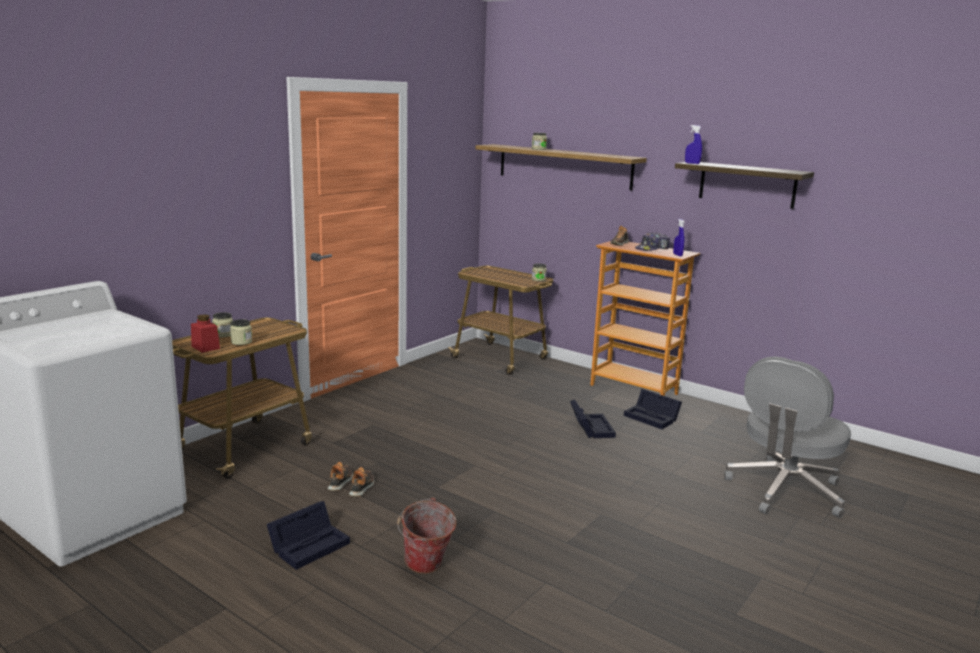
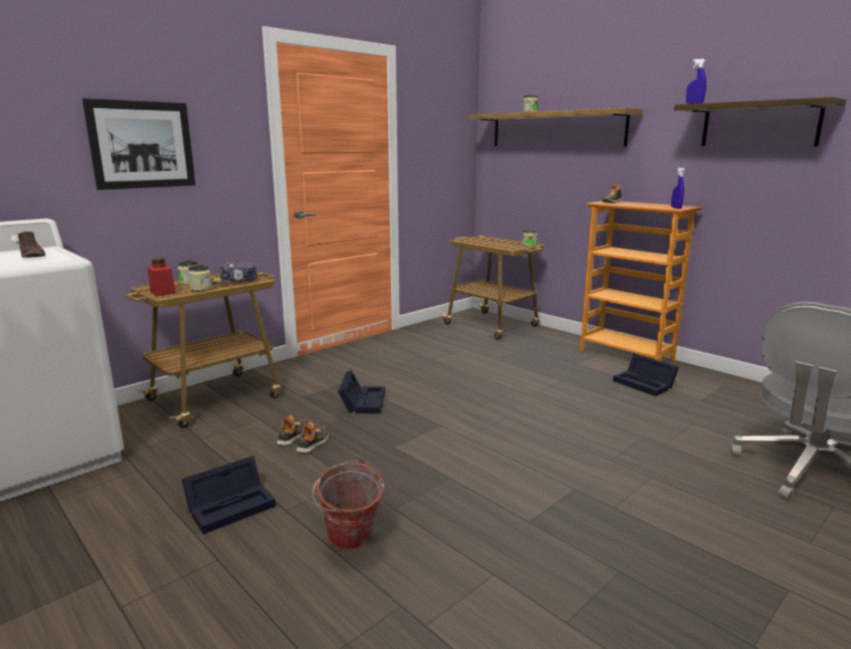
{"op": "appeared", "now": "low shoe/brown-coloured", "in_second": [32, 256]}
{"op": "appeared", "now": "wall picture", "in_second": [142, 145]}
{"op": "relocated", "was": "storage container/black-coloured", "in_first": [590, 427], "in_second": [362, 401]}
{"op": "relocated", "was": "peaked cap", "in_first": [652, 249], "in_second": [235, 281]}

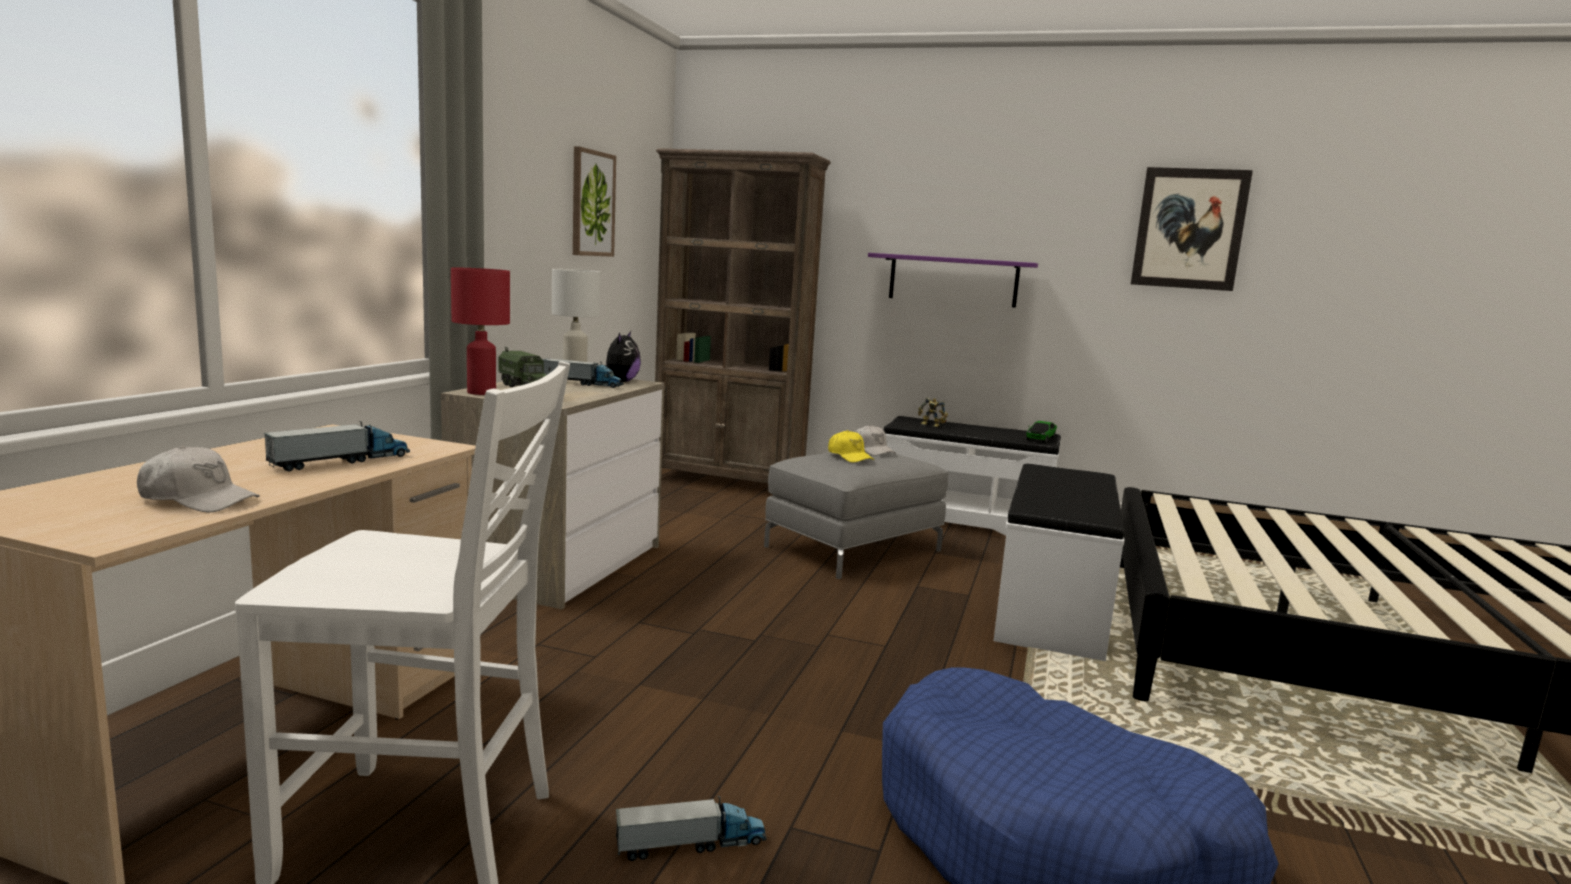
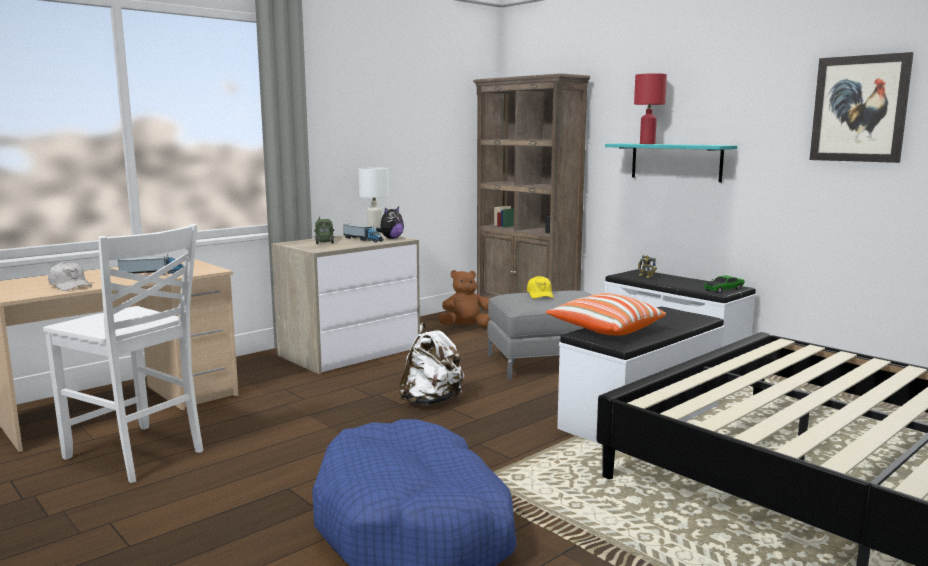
{"op": "missing", "was": "wall picture", "in_first": [592, 204]}
{"op": "missing", "was": "model truck", "in_first": [691, 844]}
{"op": "missing", "was": "peaked cap/whitish", "in_first": [872, 450]}
{"op": "appeared", "now": "backpack/whitish", "in_second": [431, 401]}
{"op": "appeared", "now": "plush toy/brown-coloured", "in_second": [466, 327]}
{"op": "appeared", "now": "pillow", "in_second": [605, 329]}
{"op": "relocated", "was": "lamp for a table/reddish", "in_first": [482, 392], "in_second": [648, 144]}
{"op": "colour", "was": "bracket shelf/purple-coloured", "now": "bracket shelf/blue-green", "in_first": [953, 280], "in_second": [676, 162]}

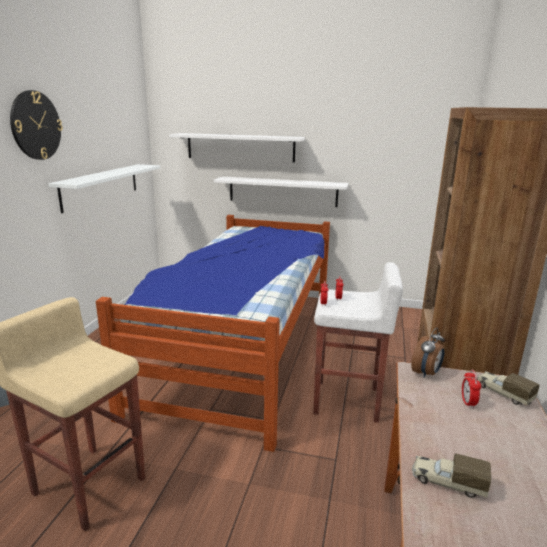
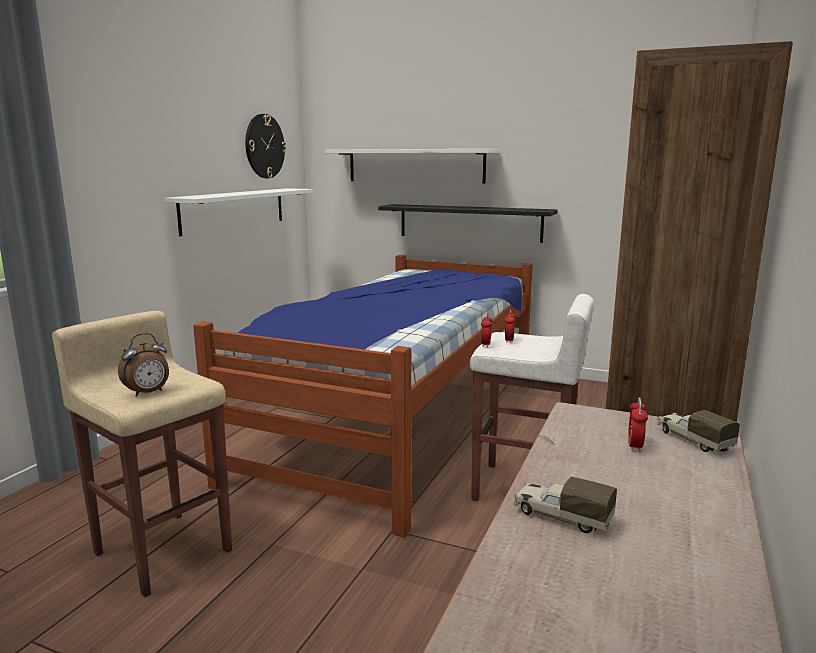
{"op": "relocated", "was": "clock on the wall", "in_first": [36, 125], "in_second": [264, 146]}
{"op": "relocated", "was": "alarm clock", "in_first": [426, 373], "in_second": [148, 393]}
{"op": "colour", "was": "bracket shelf/whitish", "now": "bracket shelf/black-coloured", "in_first": [282, 191], "in_second": [469, 222]}

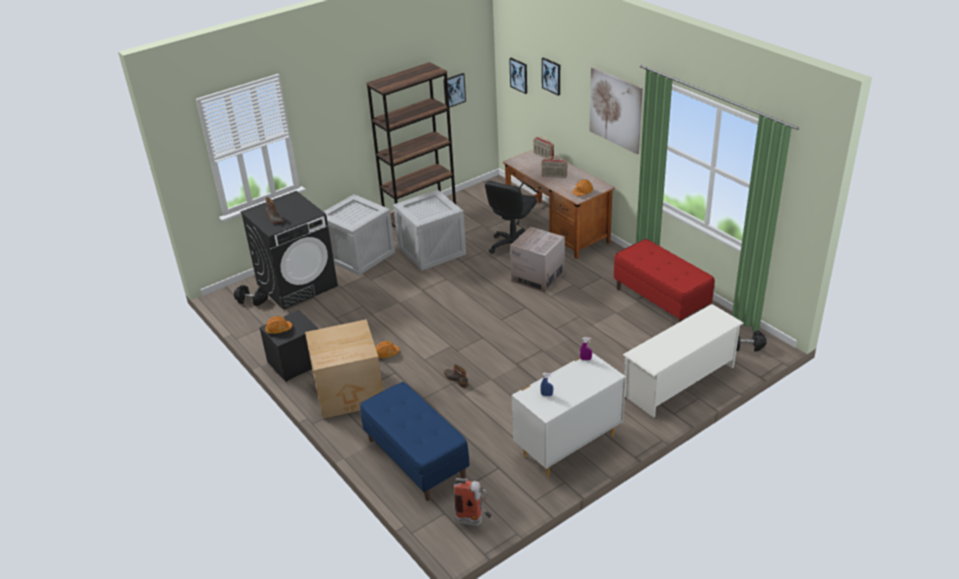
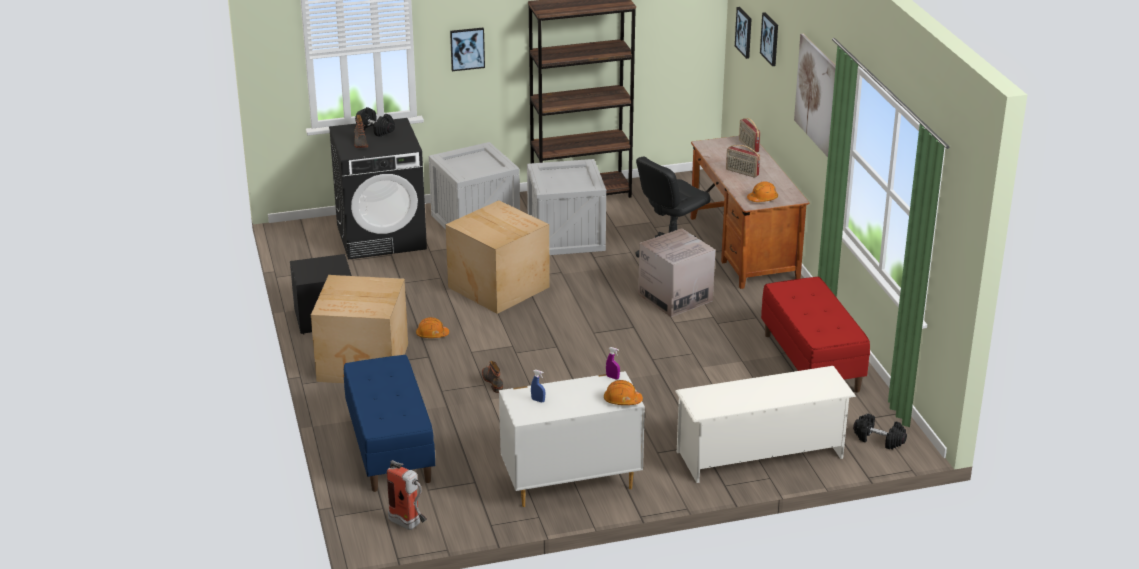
{"op": "appeared", "now": "packing box", "in_second": [498, 286]}
{"op": "relocated", "was": "hand weight/black-coloured", "in_first": [251, 300], "in_second": [375, 130]}
{"op": "relocated", "was": "work helmet/orangey", "in_first": [278, 329], "in_second": [622, 400]}
{"op": "relocated", "was": "wall picture", "in_first": [454, 90], "in_second": [467, 48]}

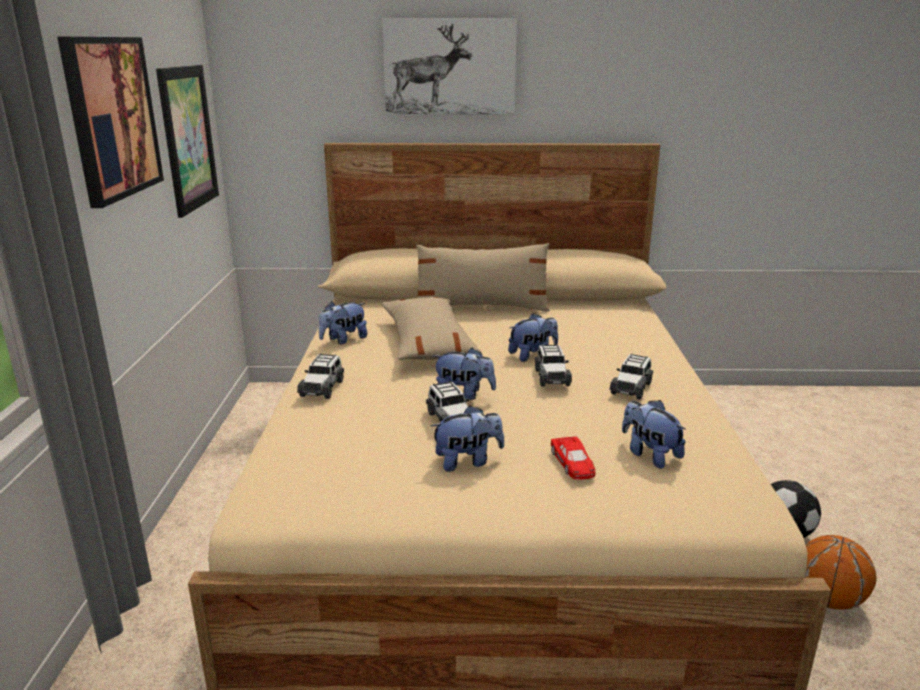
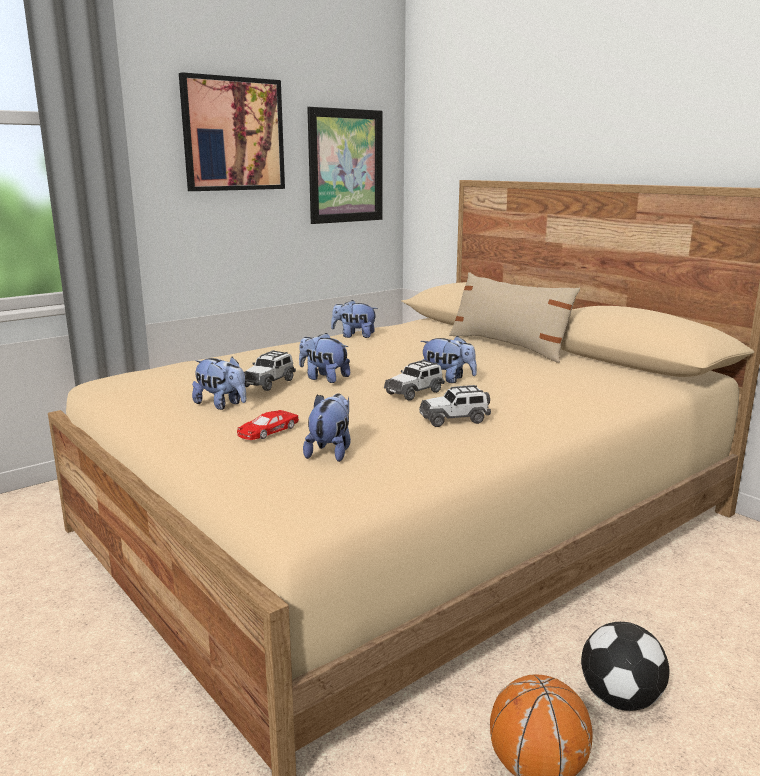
{"op": "missing", "was": "model car", "in_first": [322, 388]}
{"op": "missing", "was": "wall picture", "in_first": [450, 67]}
{"op": "missing", "was": "pillow/beige", "in_first": [427, 342]}
{"op": "spun", "was": "plush toy", "in_first": [464, 394], "in_second": [324, 378], "clockwise": 150}

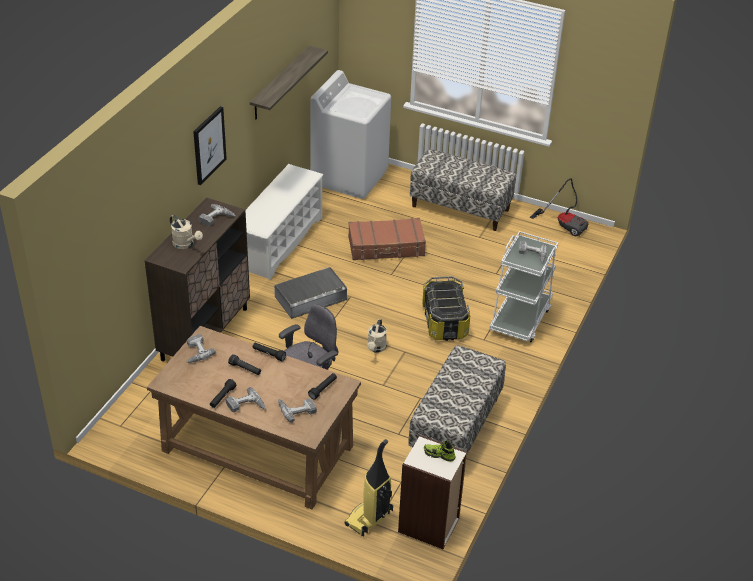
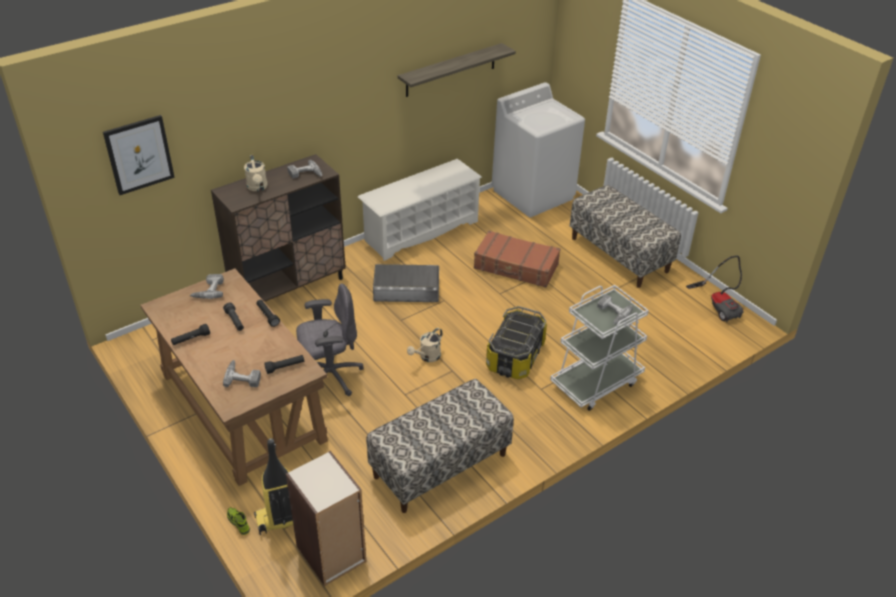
{"op": "missing", "was": "power drill", "in_first": [246, 406]}
{"op": "relocated", "was": "wall picture", "in_first": [209, 145], "in_second": [139, 154]}
{"op": "relocated", "was": "low shoe", "in_first": [439, 455], "in_second": [238, 523]}

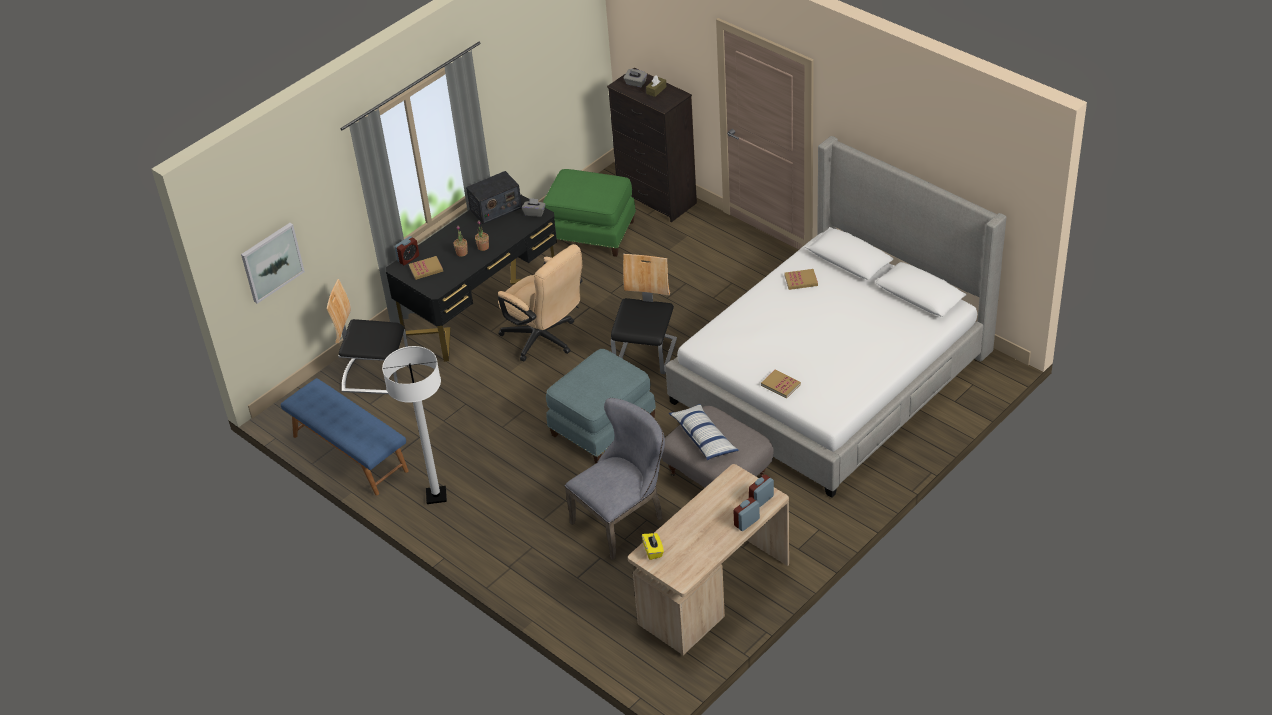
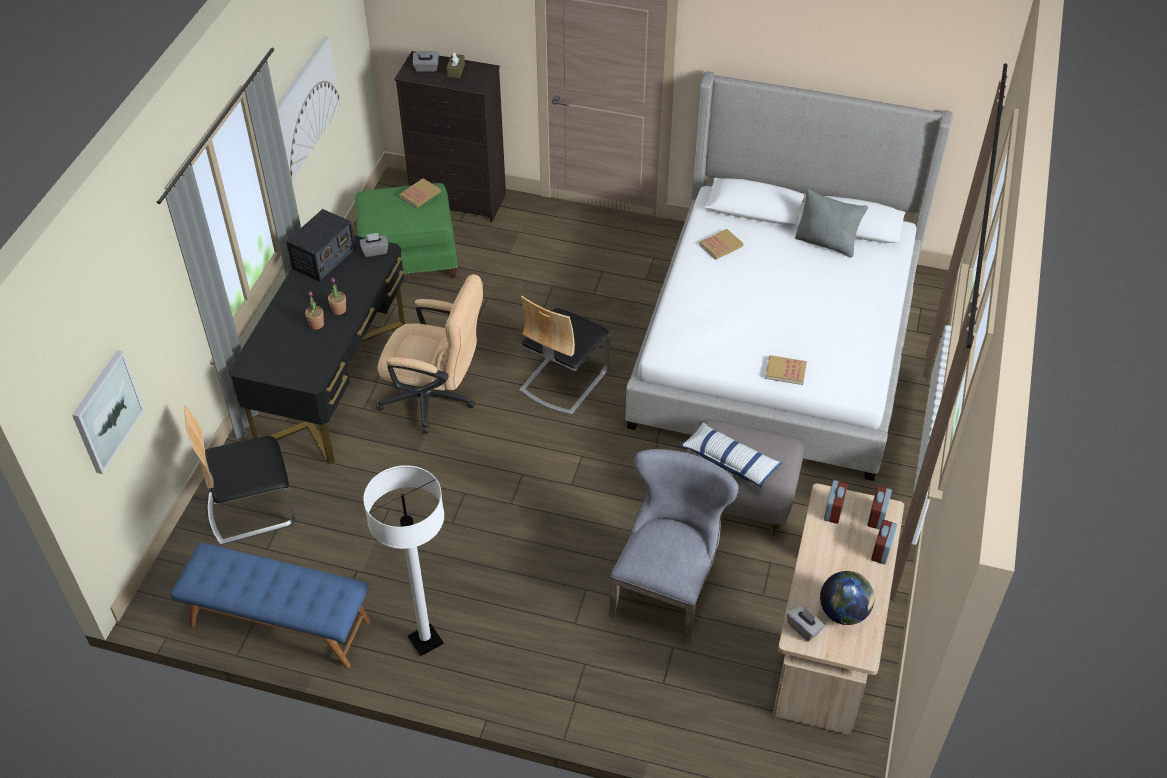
{"op": "missing", "was": "footrest/bluish", "in_first": [602, 425]}
{"op": "appeared", "now": "wall picture", "in_second": [305, 107]}
{"op": "appeared", "now": "pillow/greyish", "in_second": [827, 243]}
{"op": "appeared", "now": "globe", "in_second": [843, 612]}
{"op": "relocated", "was": "alarm clock", "in_first": [408, 258], "in_second": [833, 511]}
{"op": "relocated", "was": "bound book", "in_first": [426, 269], "in_second": [420, 194]}
{"op": "colour", "was": "tissue holder/yellow-coloured", "now": "tissue holder/greyish", "in_first": [653, 551], "in_second": [804, 628]}
{"op": "spun", "was": "plain chair", "in_first": [646, 354], "in_second": [563, 380], "clockwise": -135}

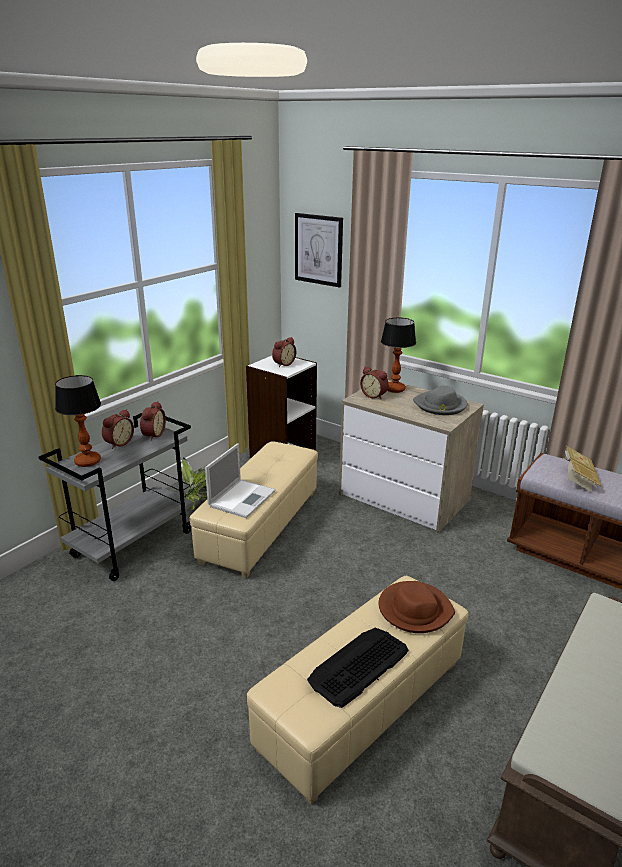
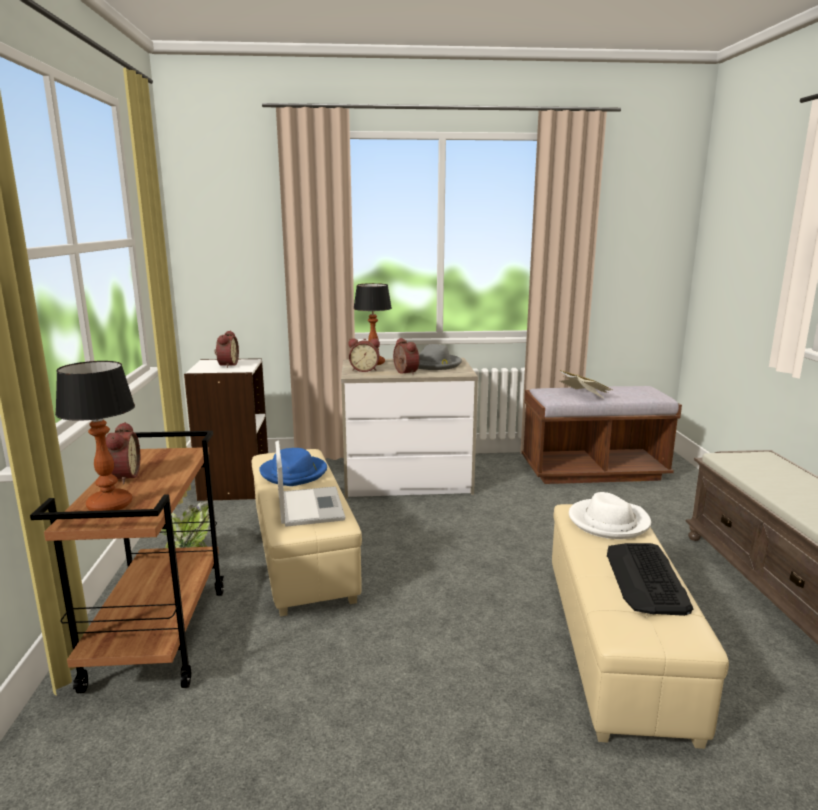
{"op": "missing", "was": "wall picture", "in_first": [318, 249]}
{"op": "appeared", "now": "hat/bluish", "in_second": [294, 473]}
{"op": "relocated", "was": "alarm clock", "in_first": [152, 435], "in_second": [404, 372]}
{"op": "colour", "was": "cart/greyish", "now": "cart/brown-coloured", "in_first": [134, 543], "in_second": [158, 636]}
{"op": "colour", "was": "hat/brown-coloured", "now": "hat/whitish", "in_first": [414, 610], "in_second": [608, 522]}

